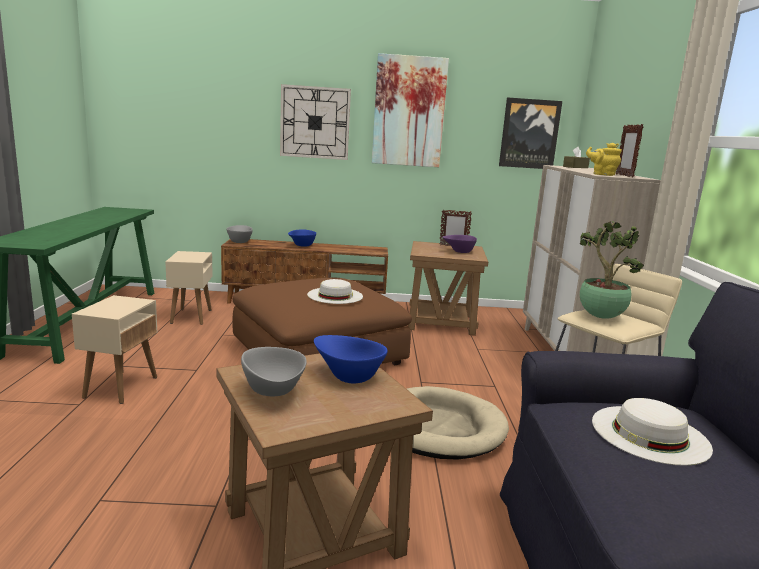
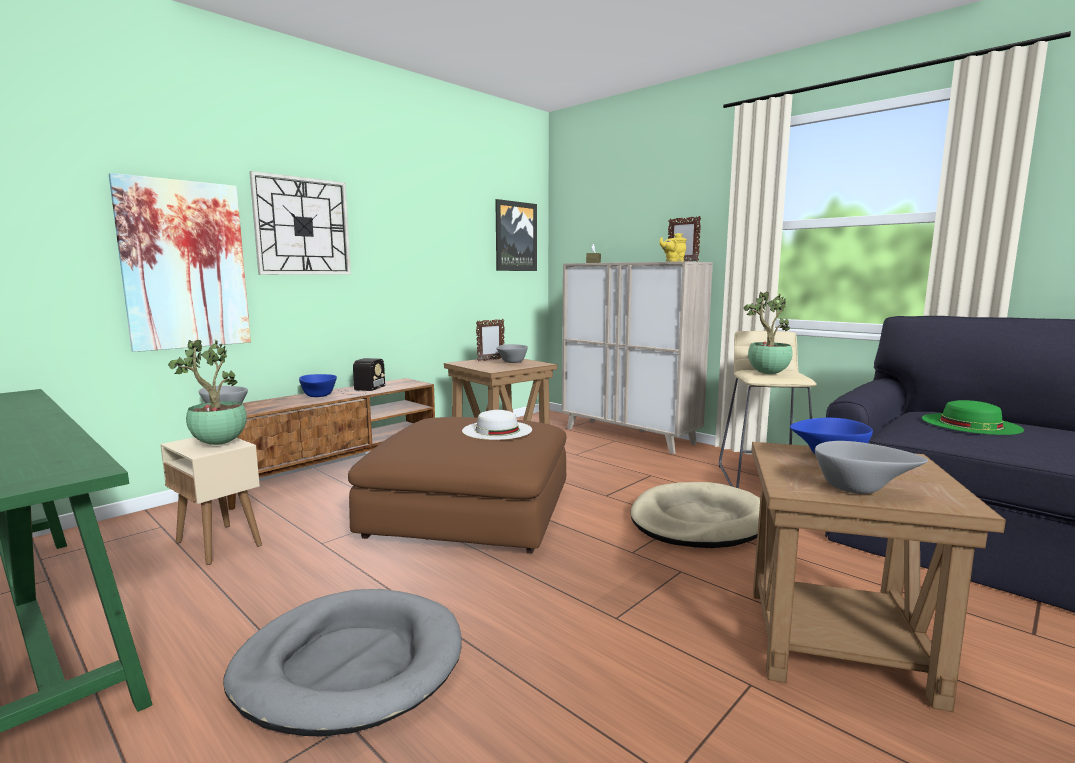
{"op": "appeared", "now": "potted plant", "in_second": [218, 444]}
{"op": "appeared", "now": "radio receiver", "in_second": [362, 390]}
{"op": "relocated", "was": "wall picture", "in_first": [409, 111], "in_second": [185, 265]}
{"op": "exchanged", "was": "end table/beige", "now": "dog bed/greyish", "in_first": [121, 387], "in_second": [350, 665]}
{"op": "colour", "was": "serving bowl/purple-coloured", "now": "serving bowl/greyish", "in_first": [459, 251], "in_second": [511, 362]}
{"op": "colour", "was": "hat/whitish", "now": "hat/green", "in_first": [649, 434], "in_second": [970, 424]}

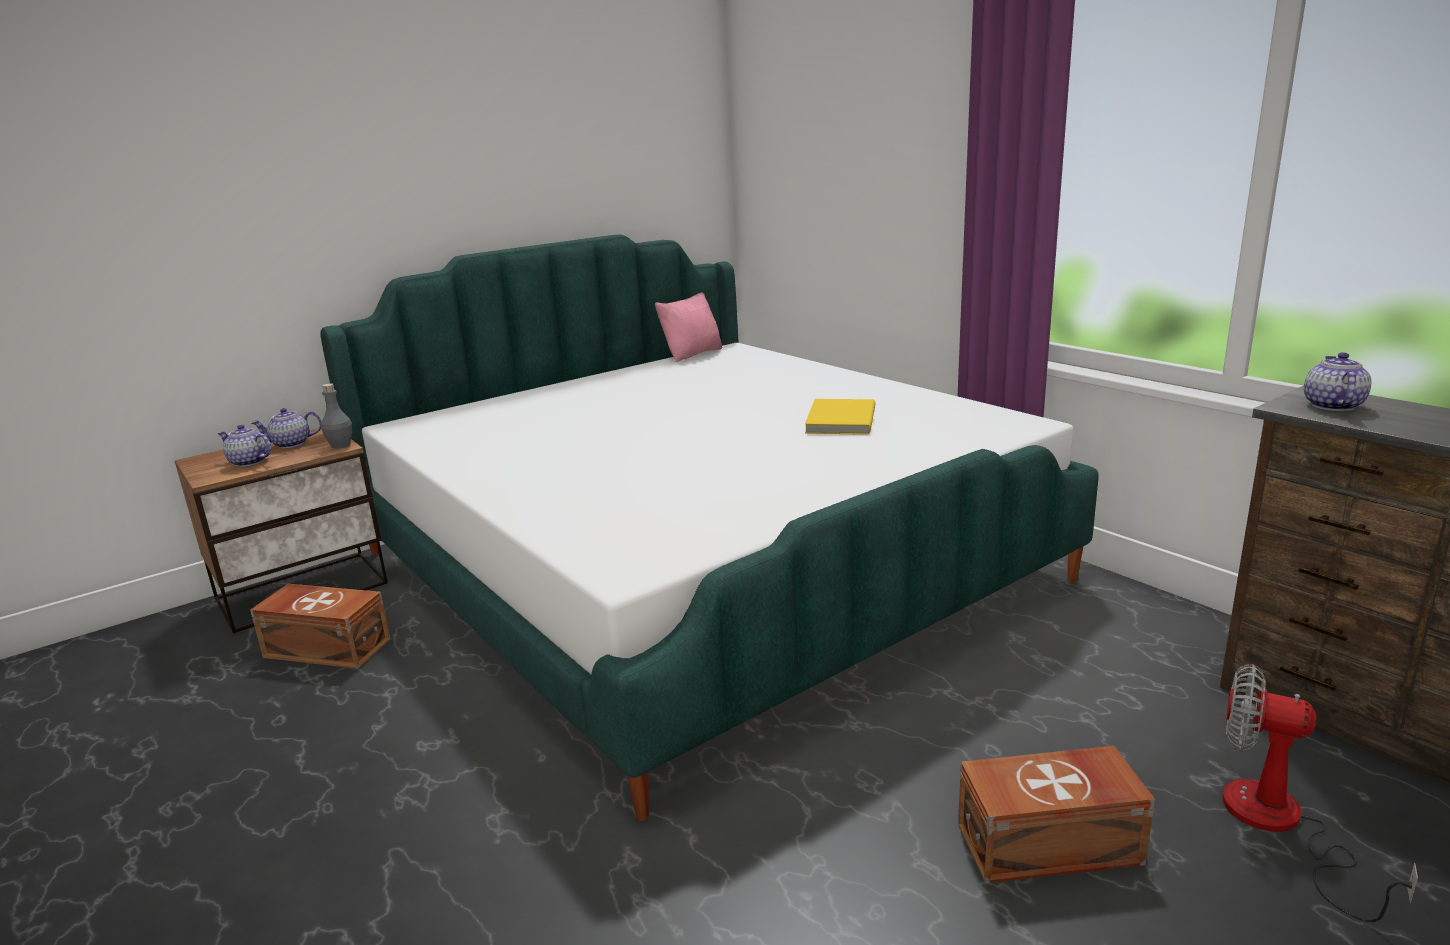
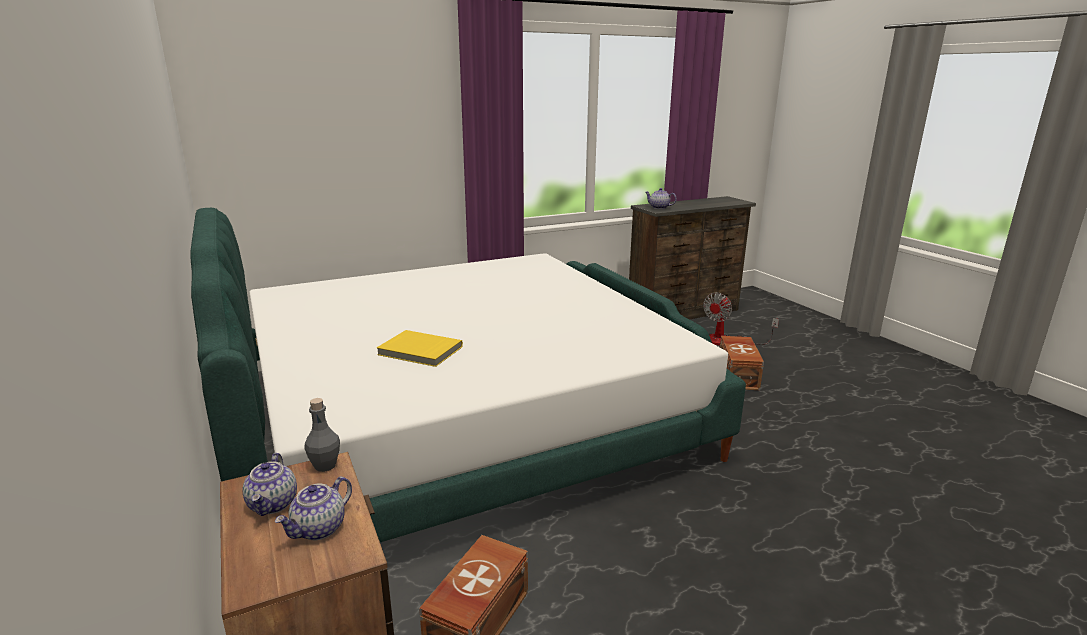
{"op": "missing", "was": "pillow/pink", "in_first": [692, 354]}
{"op": "relocated", "was": "bound book/yellow-coloured", "in_first": [839, 420], "in_second": [419, 351]}

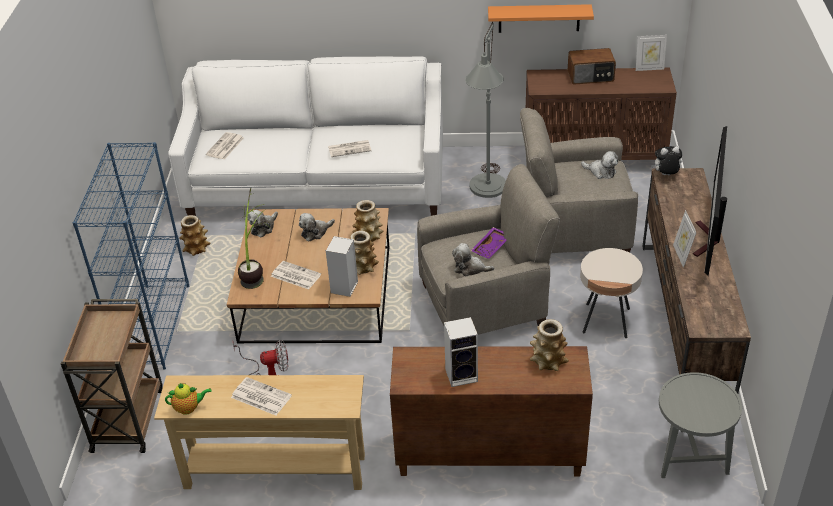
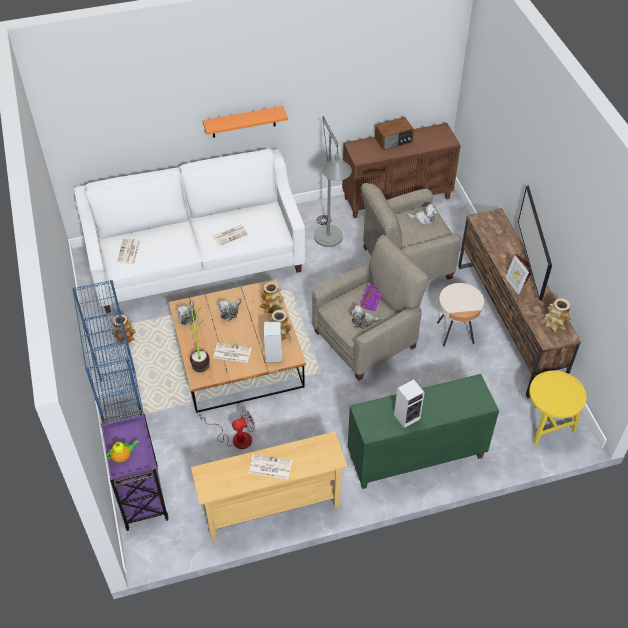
{"op": "missing", "was": "picture frame", "in_first": [649, 68]}
{"op": "missing", "was": "plush toy", "in_first": [665, 175]}
{"op": "relocated", "was": "tea pot", "in_first": [189, 408], "in_second": [123, 456]}
{"op": "relocated", "was": "bracket shelf/orangey", "in_first": [539, 18], "in_second": [243, 122]}
{"op": "relocated", "was": "decorative vase", "in_first": [548, 361], "in_second": [554, 324]}
{"op": "colour", "was": "cart/brown-coloured", "now": "cart/purple-coloured", "in_first": [128, 418], "in_second": [141, 495]}
{"op": "colour", "was": "cabinet/brown-coloured", "now": "cabinet/green", "in_first": [488, 455], "in_second": [415, 458]}
{"op": "colour", "was": "end table/greyish", "now": "end table/yellow-coloured", "in_first": [689, 457], "in_second": [546, 425]}

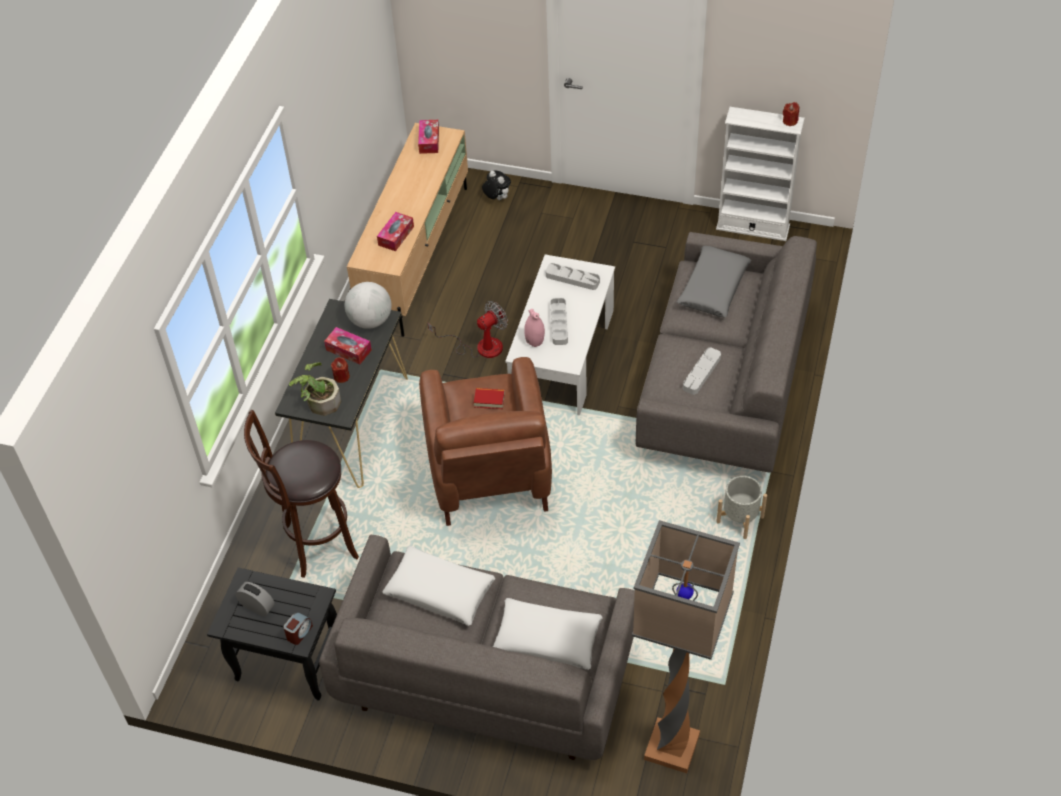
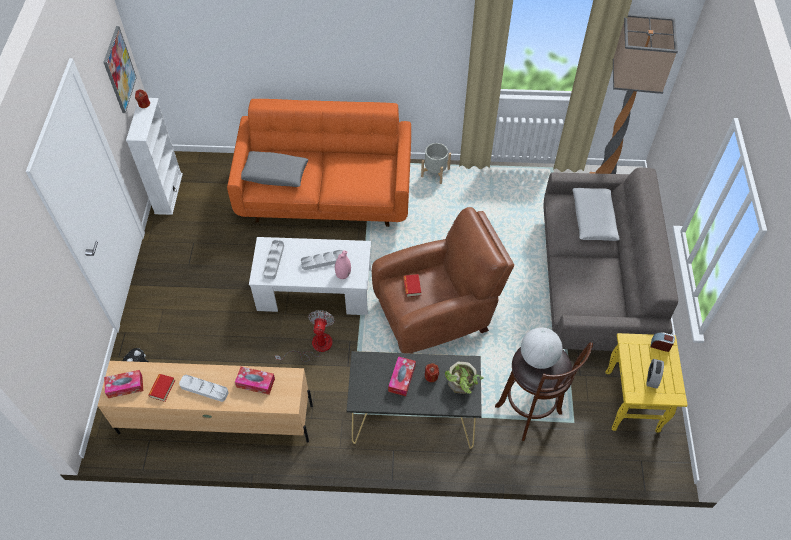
{"op": "missing", "was": "pillow/whitish", "in_first": [440, 591]}
{"op": "appeared", "now": "wall picture", "in_second": [119, 70]}
{"op": "appeared", "now": "bound book", "in_second": [162, 388]}
{"op": "relocated", "was": "globe", "in_first": [370, 320], "in_second": [538, 358]}
{"op": "relocated", "was": "serving tray/greyish", "in_first": [701, 373], "in_second": [204, 389]}
{"op": "colour", "was": "end table/black-coloured", "now": "end table/yellow-coloured", "in_first": [286, 664], "in_second": [633, 403]}
{"op": "colour", "was": "settee/greyish", "now": "settee/orangey", "in_first": [723, 385], "in_second": [326, 193]}
{"op": "spun", "was": "electric fan", "in_first": [480, 346], "in_second": [315, 346], "clockwise": 60}

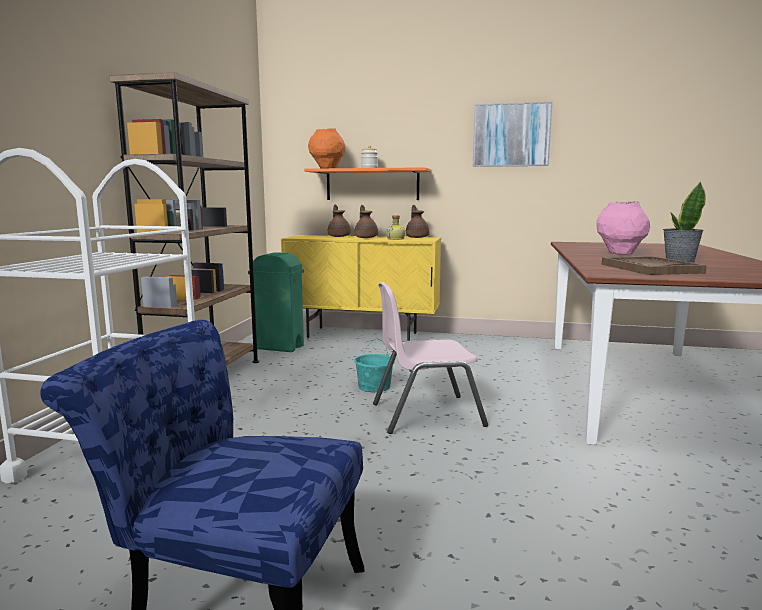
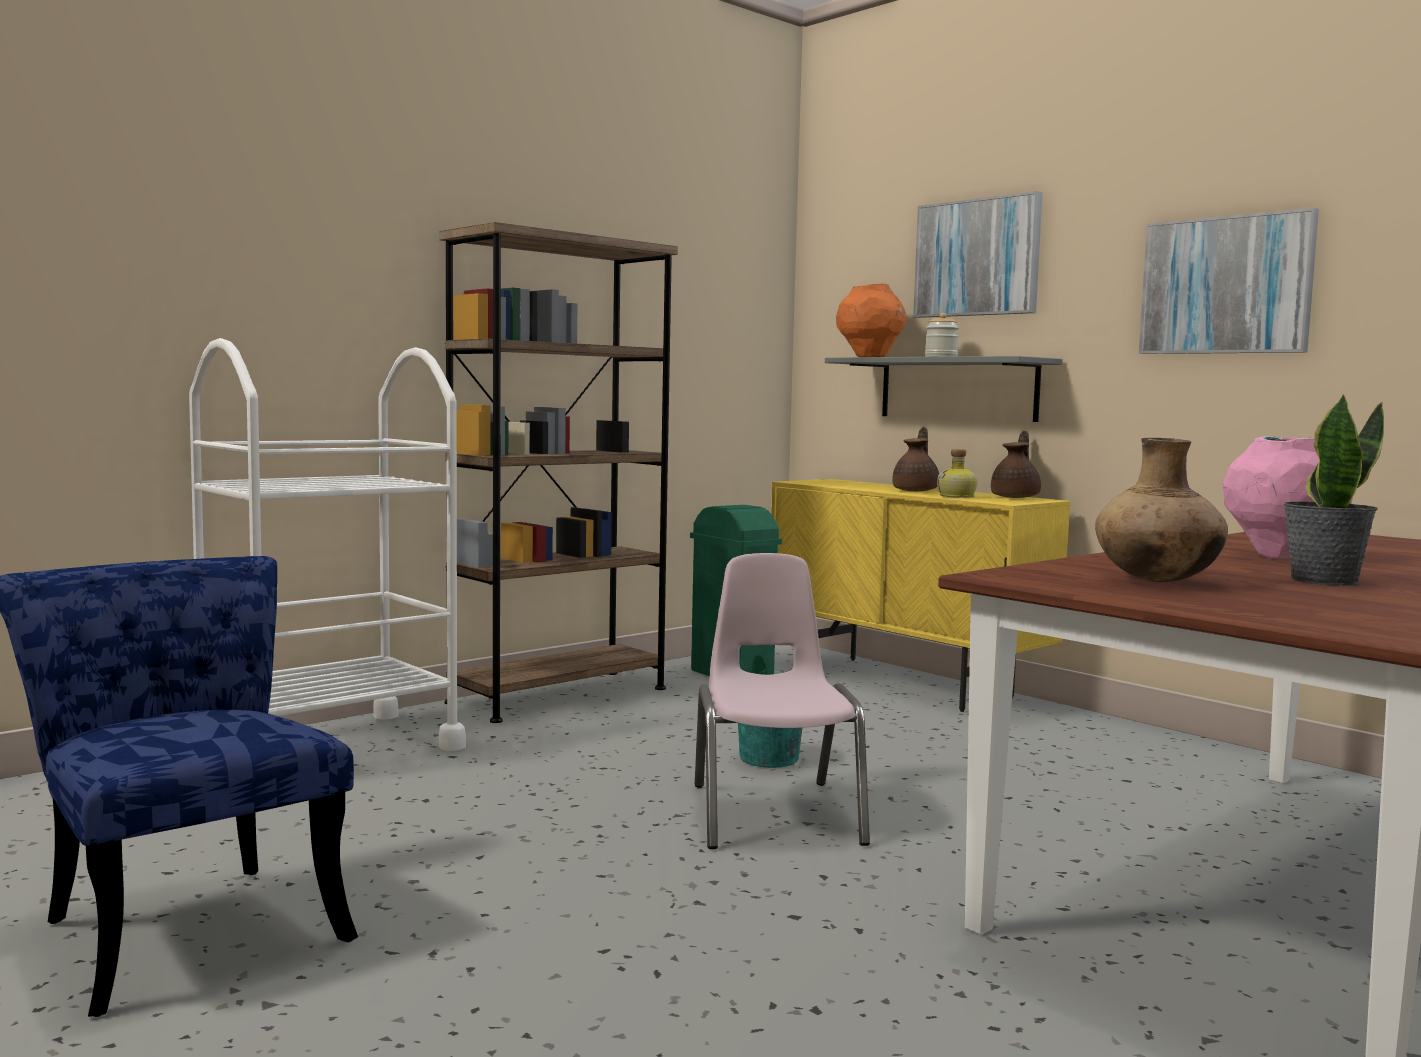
{"op": "missing", "was": "tea pot/brown-coloured", "in_first": [339, 236]}
{"op": "appeared", "now": "wall picture", "in_second": [977, 258]}
{"op": "exchanged", "was": "serving tray/brown-coloured", "now": "decorative vase/brown-coloured", "in_first": [650, 268], "in_second": [1156, 581]}
{"op": "colour", "was": "bracket shelf/orangey", "now": "bracket shelf/greyish", "in_first": [372, 185], "in_second": [957, 389]}
{"op": "spun", "was": "plain chair/pink", "in_first": [426, 414], "in_second": [774, 814], "clockwise": 60}

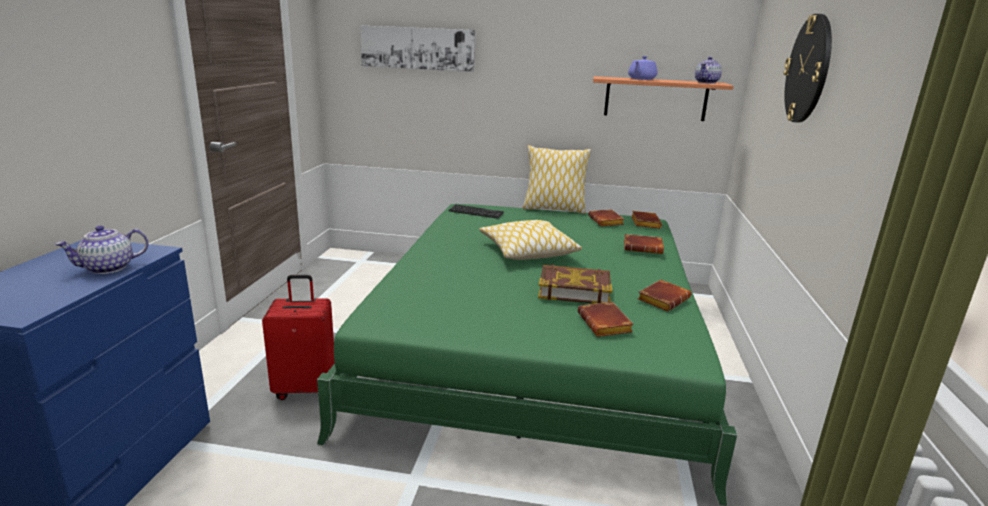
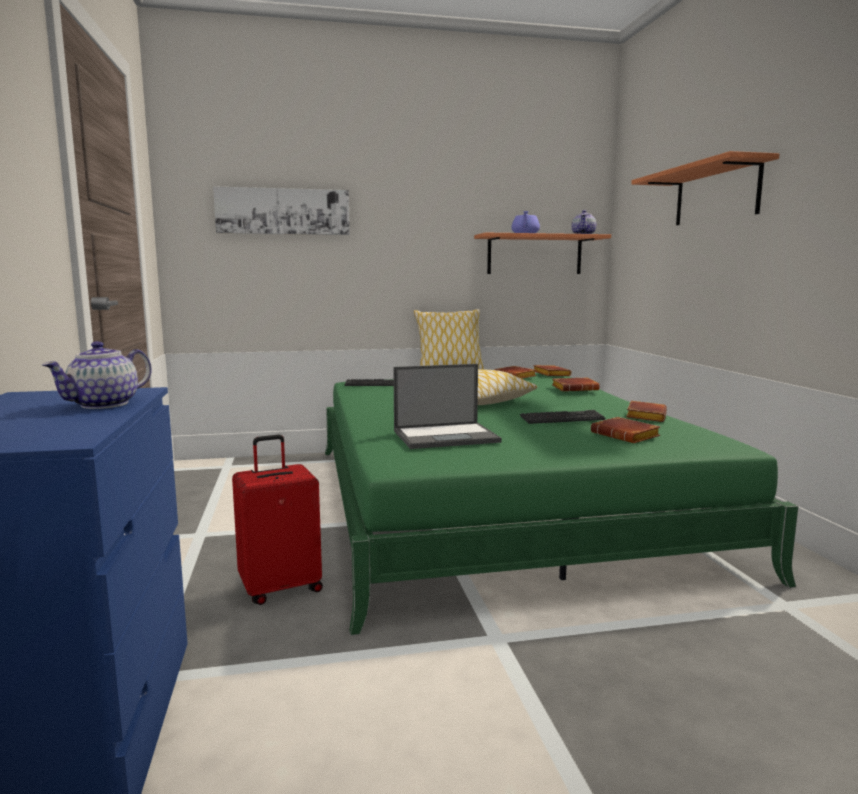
{"op": "appeared", "now": "laptop", "in_second": [446, 436]}
{"op": "exchanged", "was": "bound book", "now": "PC keyboard", "in_first": [574, 290], "in_second": [562, 419]}
{"op": "exchanged", "was": "clock on the wall", "now": "bracket shelf", "in_first": [808, 69], "in_second": [716, 194]}

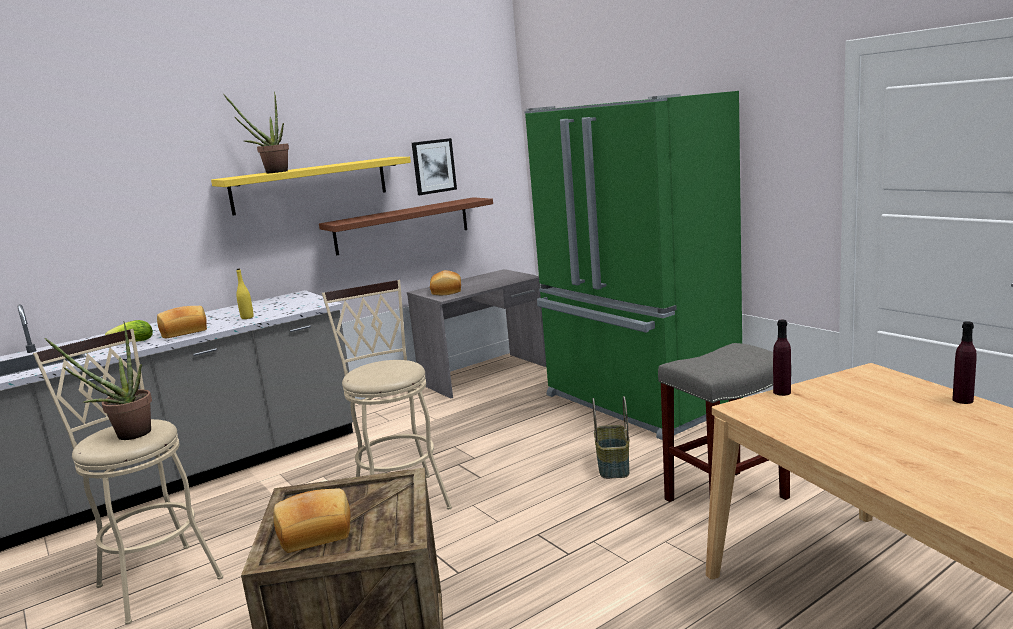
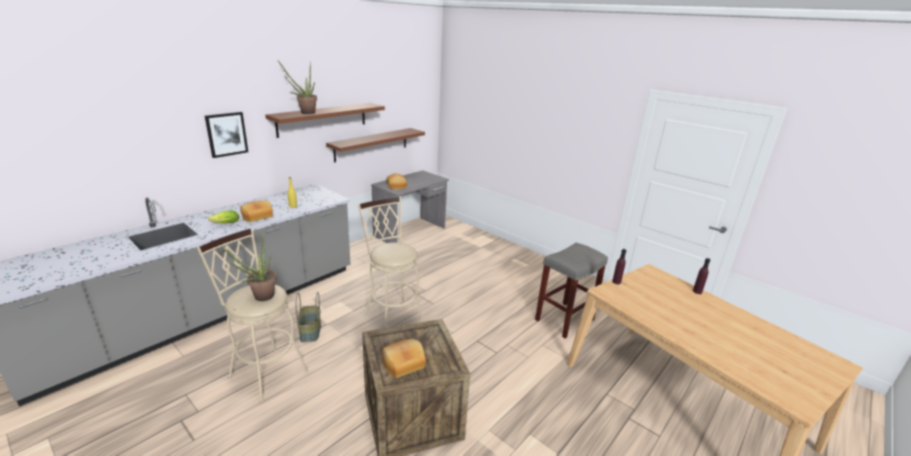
{"op": "missing", "was": "refrigerator/green", "in_first": [637, 402]}
{"op": "relocated", "was": "wall picture", "in_first": [433, 166], "in_second": [226, 134]}
{"op": "relocated", "was": "basket", "in_first": [614, 466], "in_second": [311, 331]}
{"op": "colour", "was": "bracket shelf/yellow-coloured", "now": "bracket shelf/brown-coloured", "in_first": [310, 185], "in_second": [323, 119]}

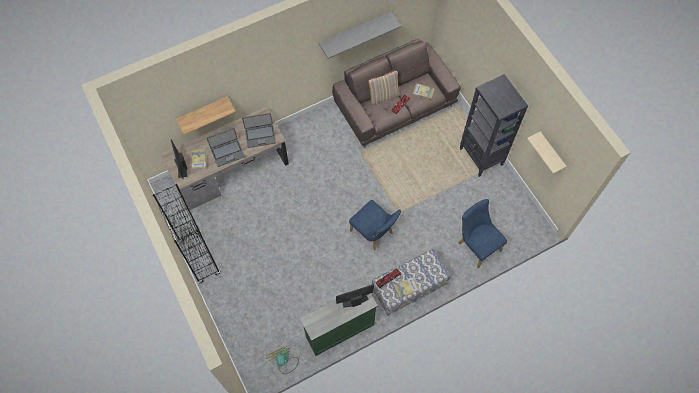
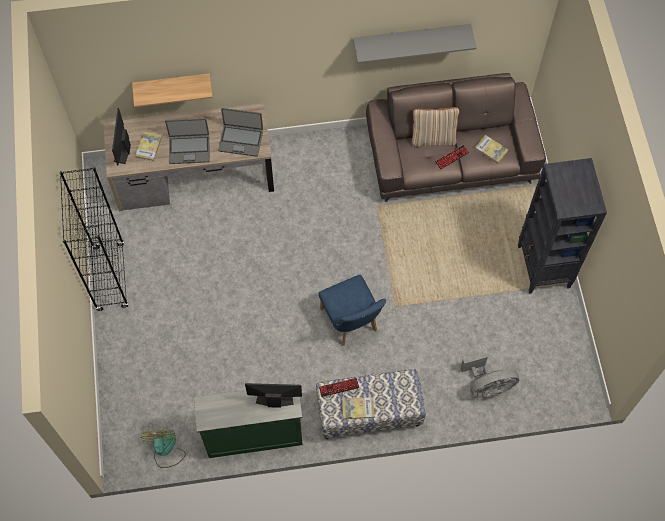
{"op": "missing", "was": "bracket shelf/beige", "in_first": [551, 152]}
{"op": "exchanged", "was": "plain chair/bluish", "now": "electric fan/greyish", "in_first": [476, 245], "in_second": [487, 386]}

